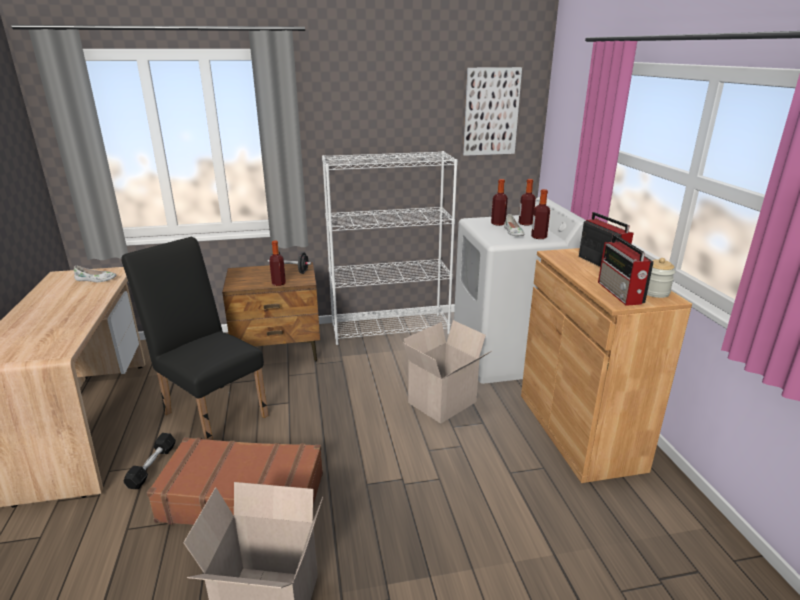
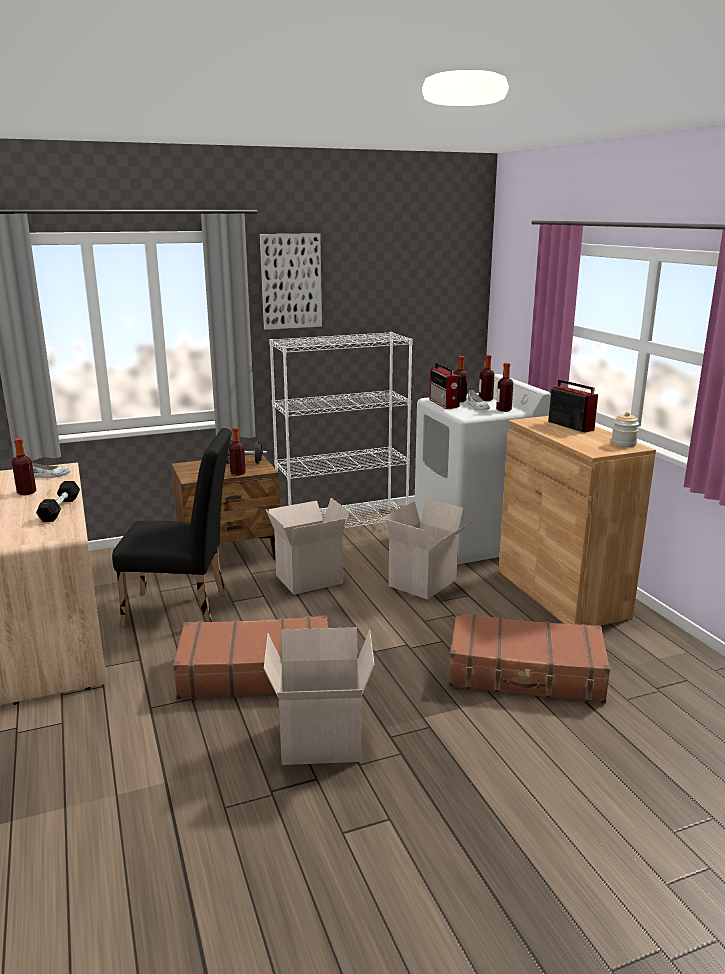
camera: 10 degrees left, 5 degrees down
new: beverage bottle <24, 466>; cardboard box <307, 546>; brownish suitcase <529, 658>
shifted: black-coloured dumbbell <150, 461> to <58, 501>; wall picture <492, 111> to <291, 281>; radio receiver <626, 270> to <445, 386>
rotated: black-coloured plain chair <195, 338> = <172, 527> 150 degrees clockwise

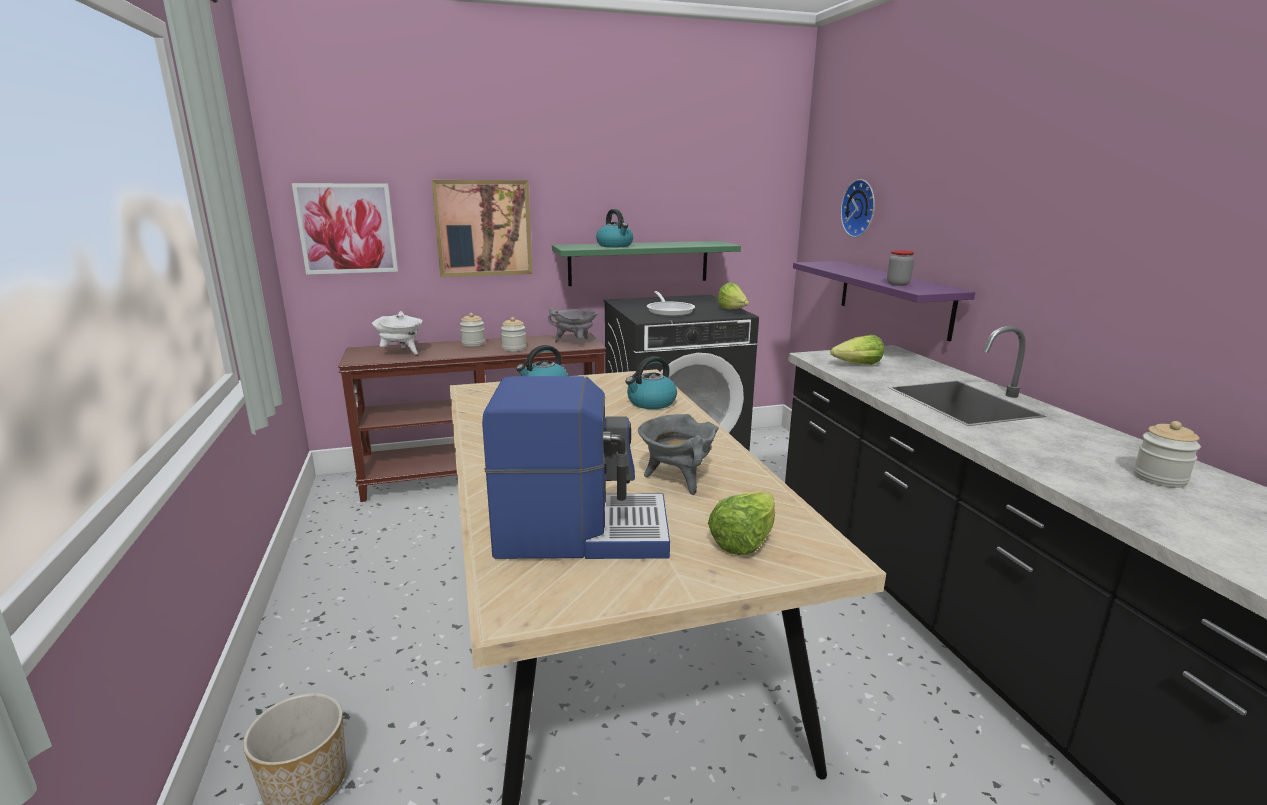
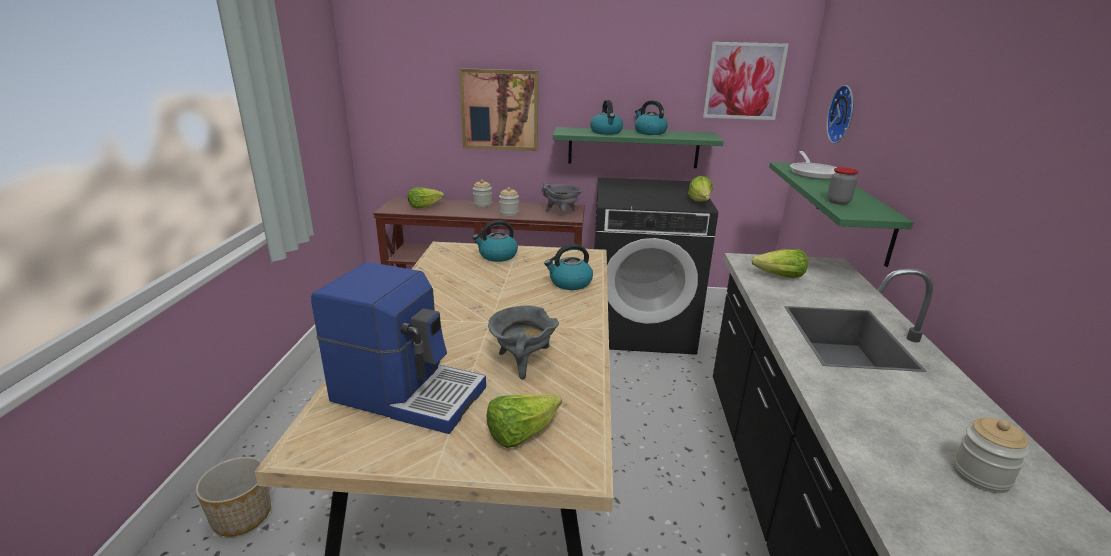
camera: 20 degrees right, 5 degrees up
new: kettle <651, 117>
shifted: wall picture <345, 229> to <746, 81>; frying pan <671, 303> to <813, 165>
swapped: whitish saucepot <397, 333> to lettuce head <426, 198>
repainted: purple shelf <884, 301> to green-coloured shelf <841, 214>

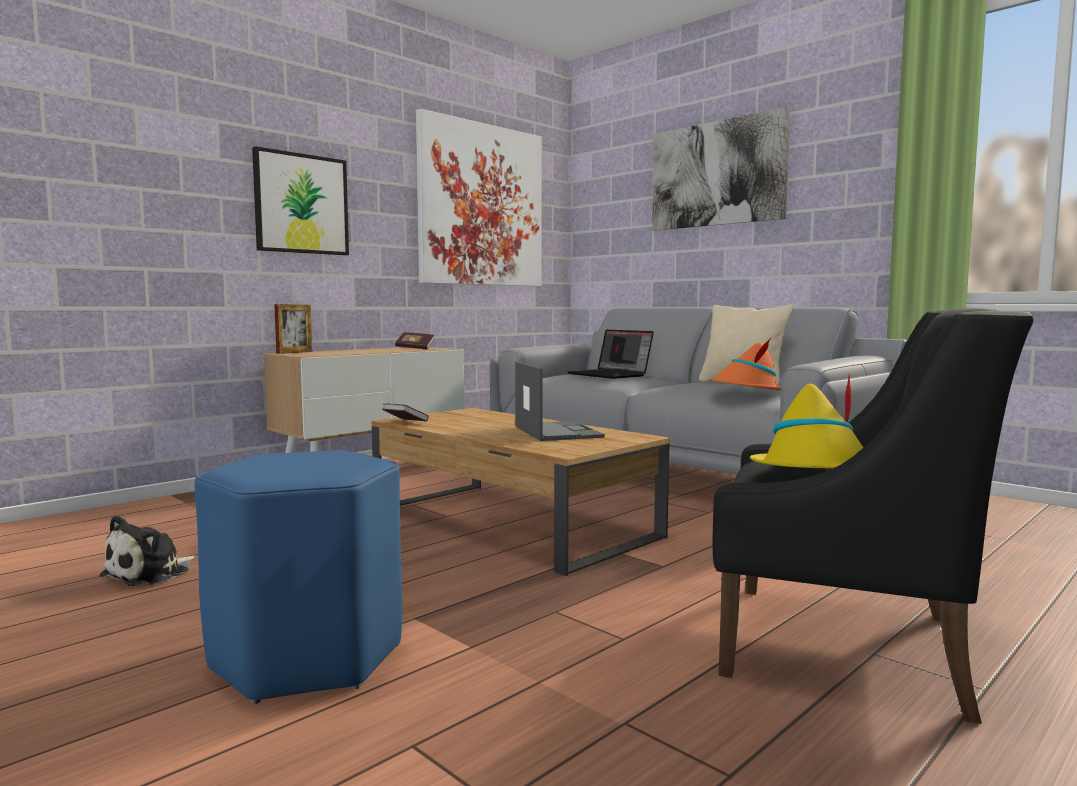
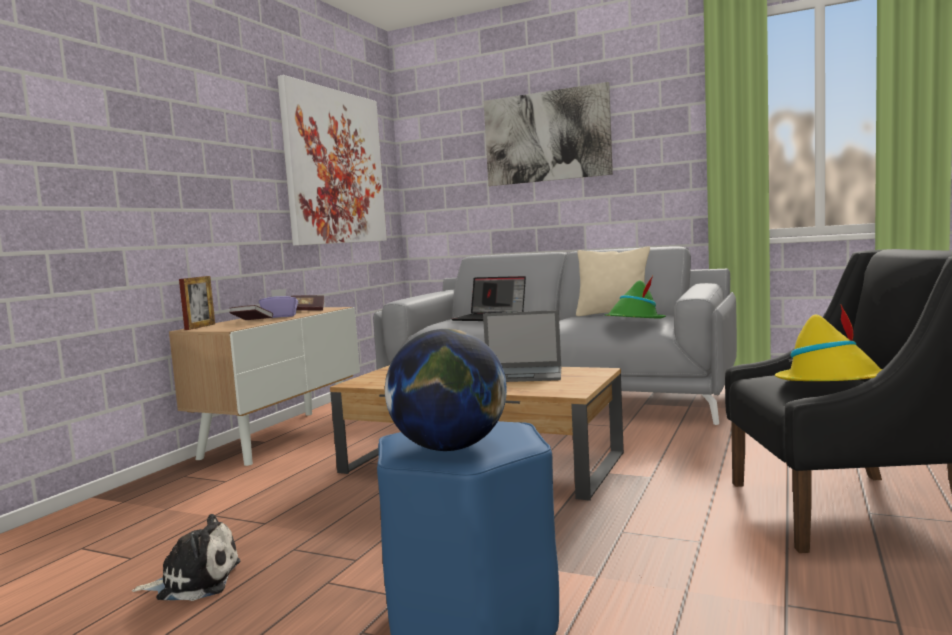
camera: 20 degrees left, 0 degrees up
gone: wall picture <300, 200>
new: purple box of tissues <278, 303>; desk globe <446, 390>
shifted: volume <405, 412> to <251, 312>
repainted: orange wearable hat <745, 364> to green-coloured wearable hat <635, 297>
rotated: plush toy <148, 550> = <186, 557> 105 degrees counterclockwise; laptop <560, 401> = <522, 346> 135 degrees clockwise

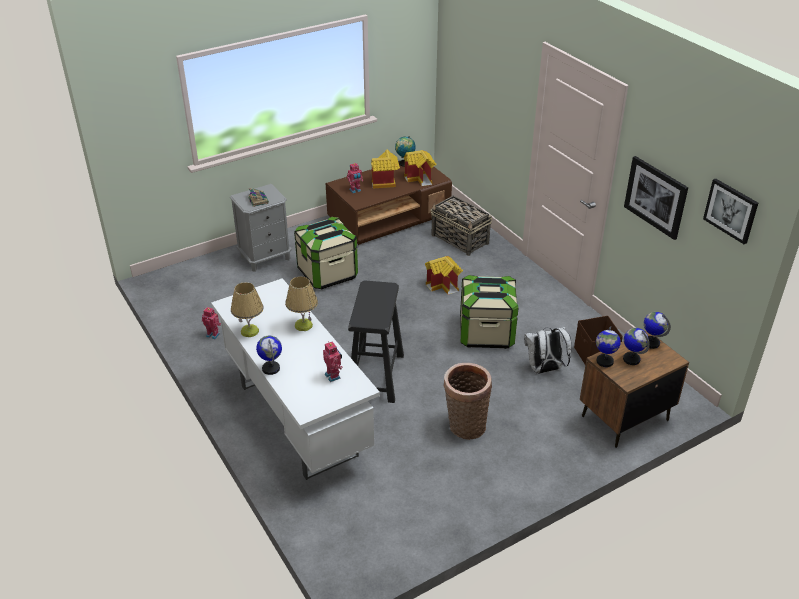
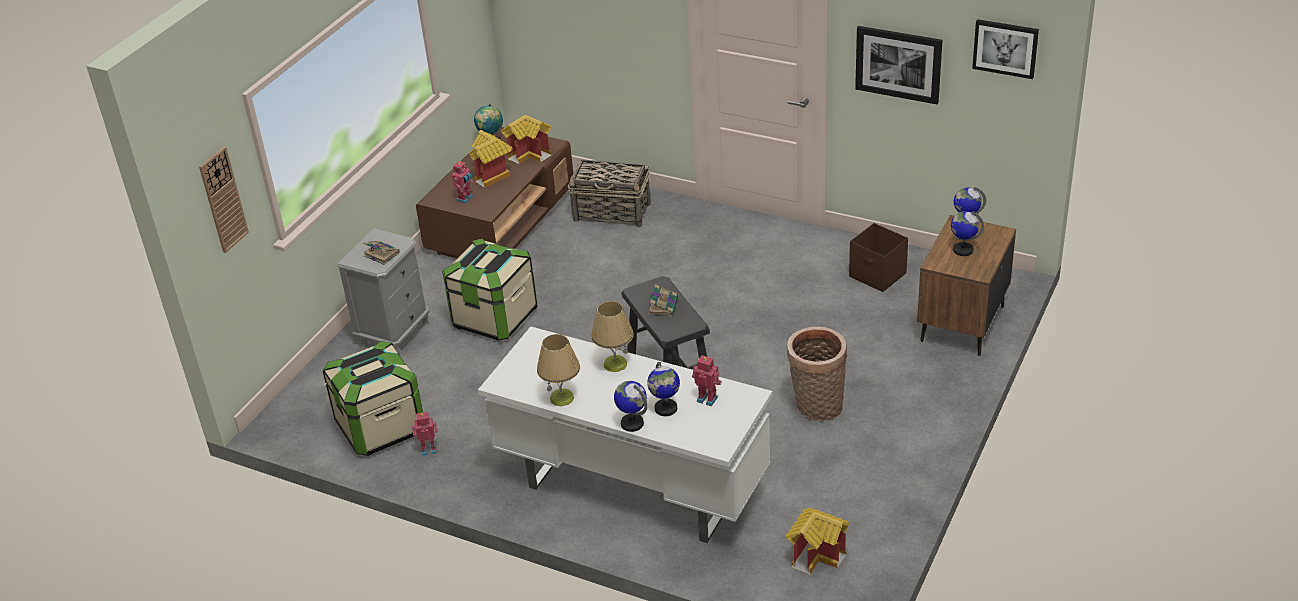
camera: 30 degrees left, 0 degrees up
gone: whitish backpack <548, 350>
new: clock on the wall <224, 200>; volume <663, 300>
shifted: model house <444, 275> to <817, 541>; storage box <489, 312> to <373, 398>; desk globe <608, 346> to <663, 389>

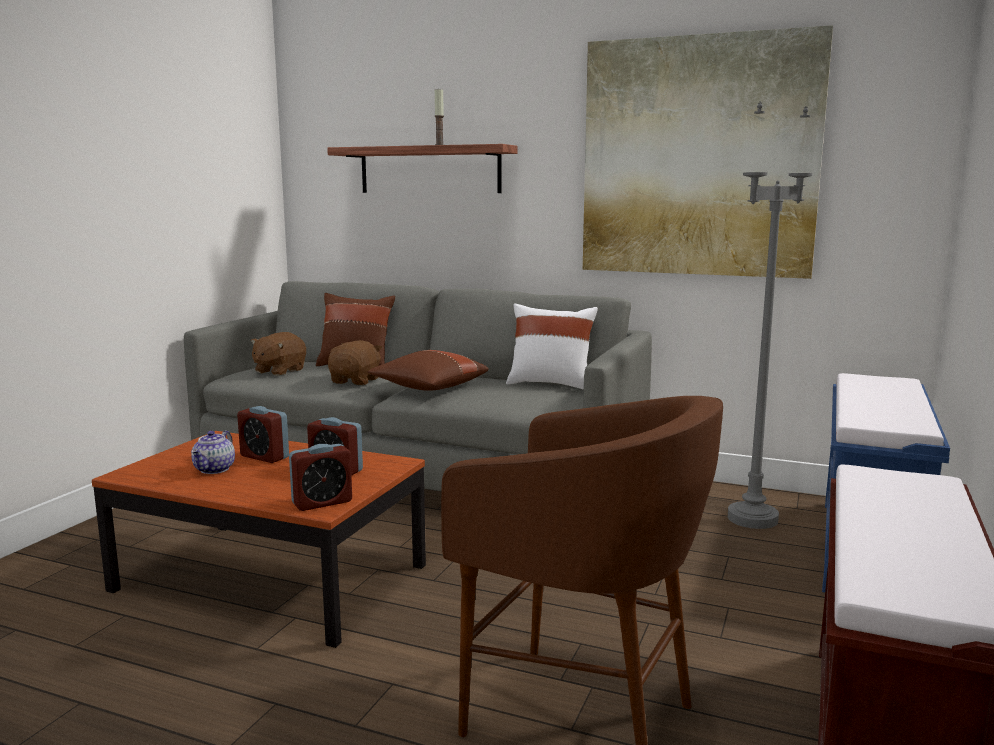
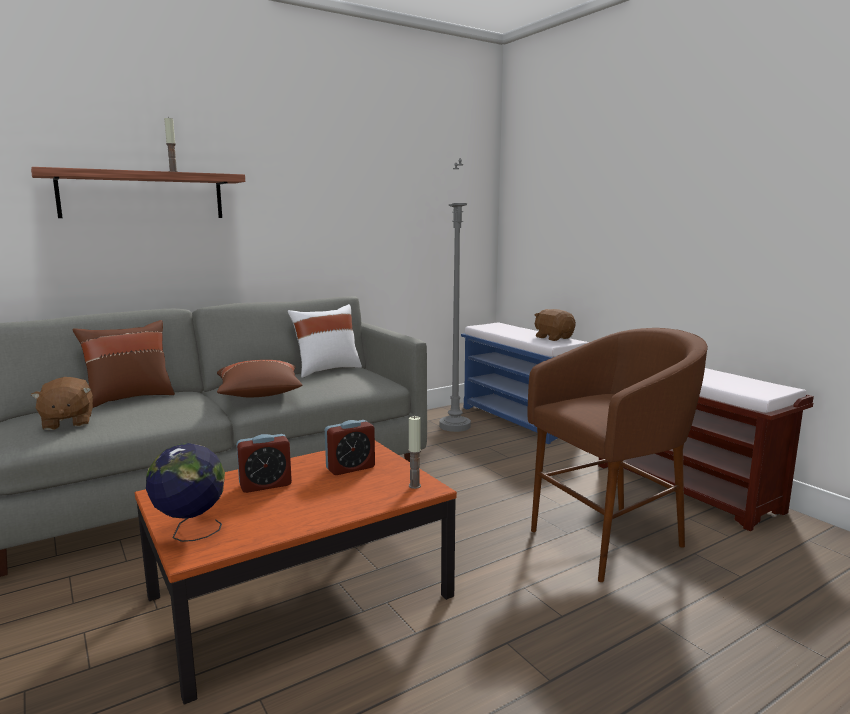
camera: 55 degrees left, 0 degrees up
gone: tea pot <213, 452>; wall picture <708, 152>
new: desk globe <185, 492>
shifted: brownish plush toy <355, 362> to <555, 325>
swapped: bedside clock <320, 477> to candle <414, 452>

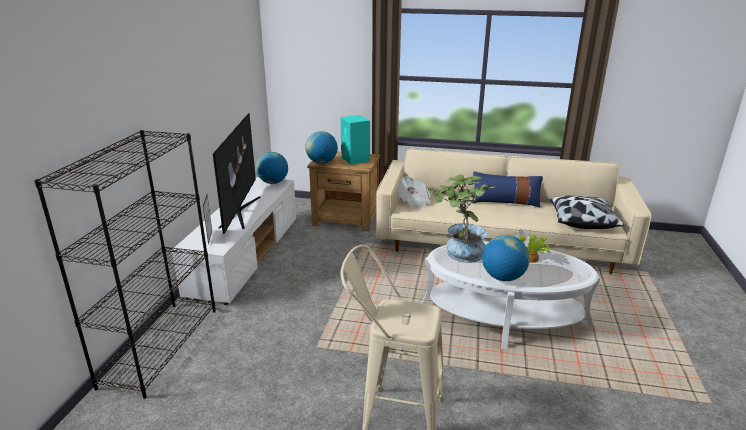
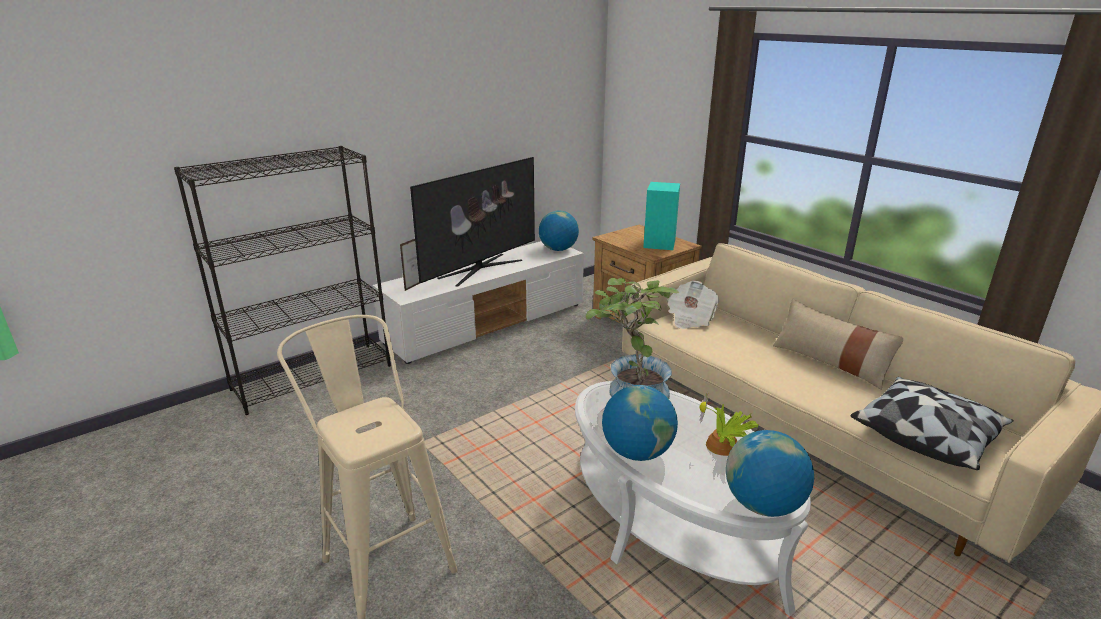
camera: 40 degrees right, 0 degrees up
shifted: desk globe <321, 147> to <770, 473>
repainted: blue pillow <507, 189> to beige pillow <838, 344>

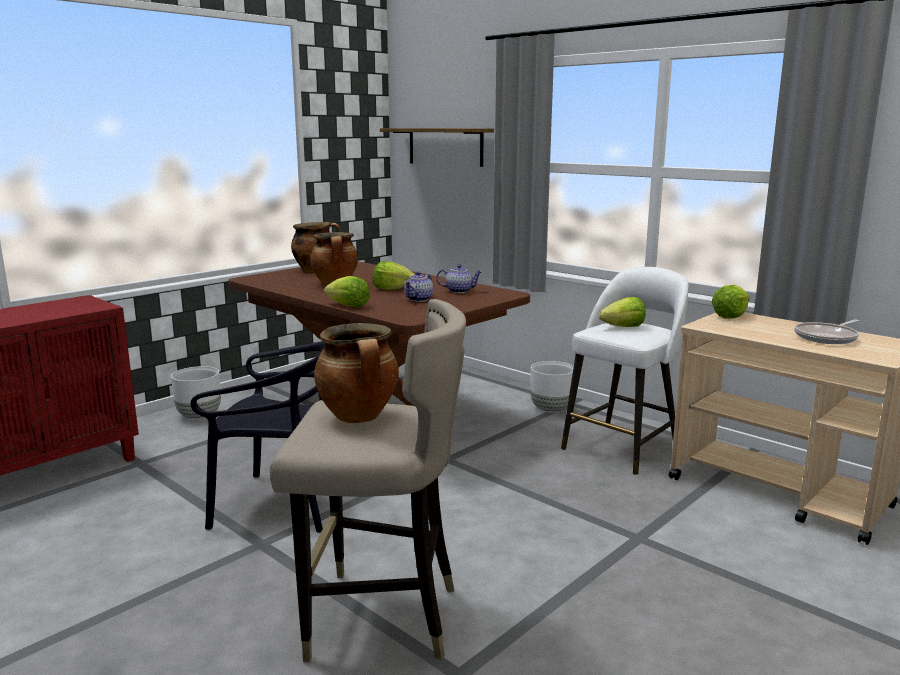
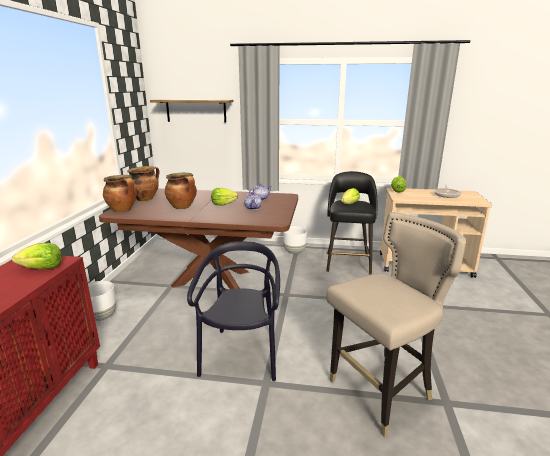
camera: 35 degrees left, 5 degrees up
shifted: saucepot <356, 373> to <120, 193>; lettuce head <347, 291> to <37, 256>
repainted: whitish stool <625, 371> to black-coloured stool <351, 223>
rotated: black-coloured plain chair <257, 437> = <233, 311> 60 degrees counterclockwise

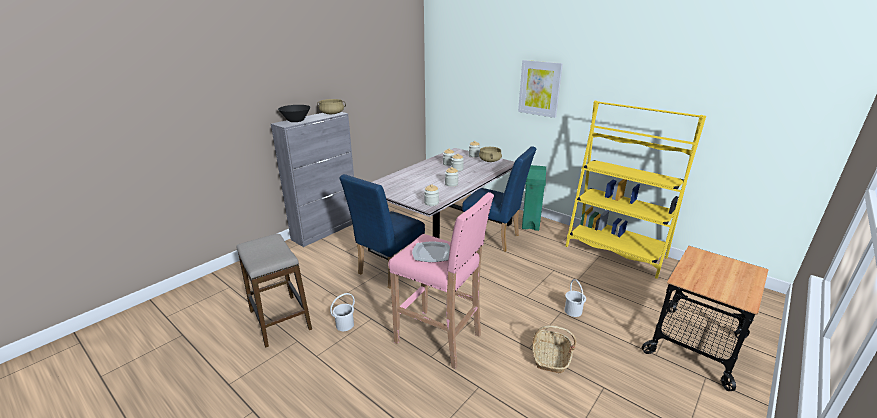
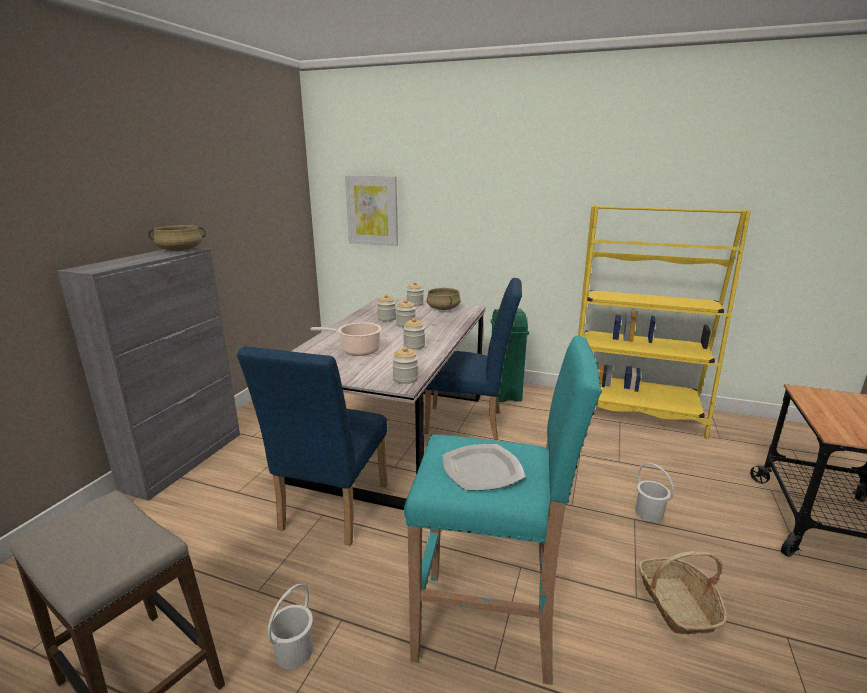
camera: 20 degrees left, 5 degrees down
gone: black-coloured deep dish <294, 113>
new: saucepot <346, 339>
shifted: wall picture <540, 89> to <371, 210>
repainted: pink-coloured stool <441, 280> to blue-green stool <503, 510>

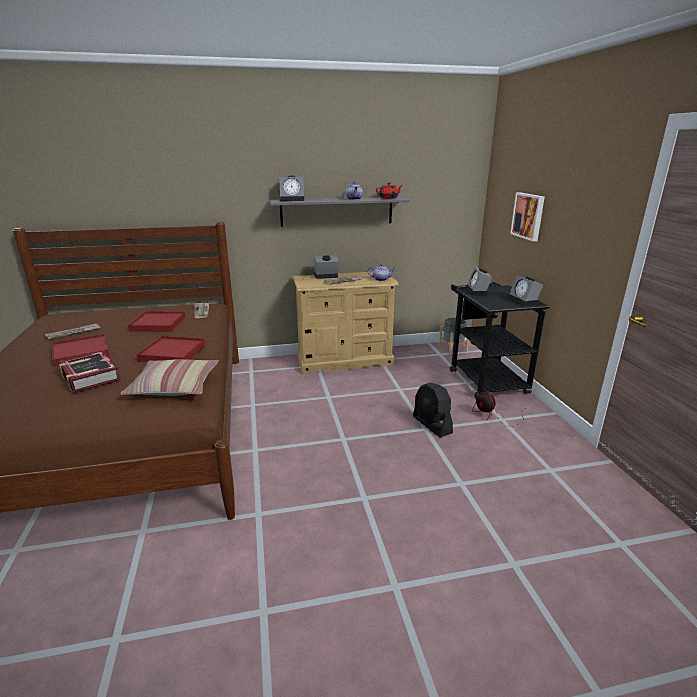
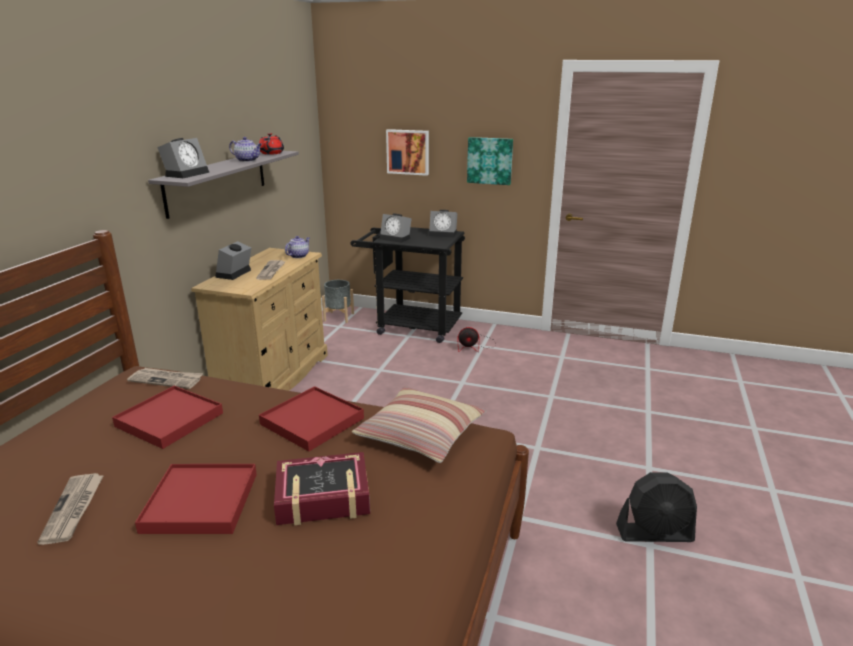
camera: 60 degrees left, 0 degrees up
new: wall picture <490, 161>
shifted: black-coloured electric fan <433, 410> to <656, 507>

